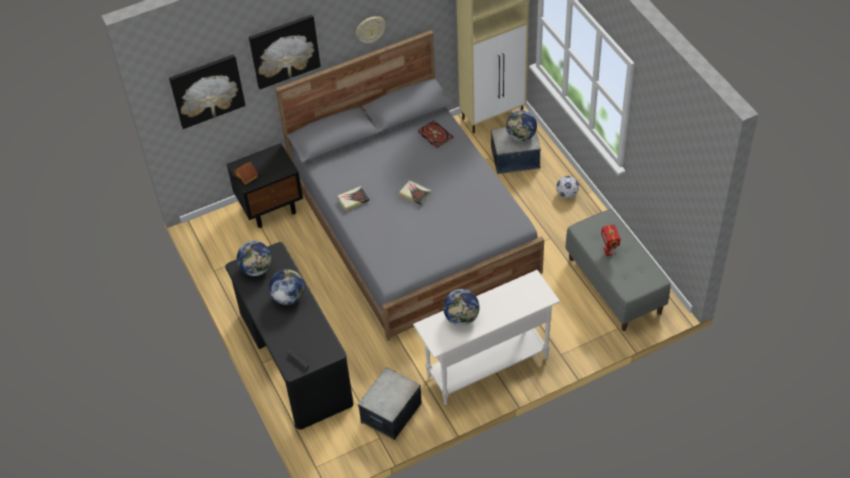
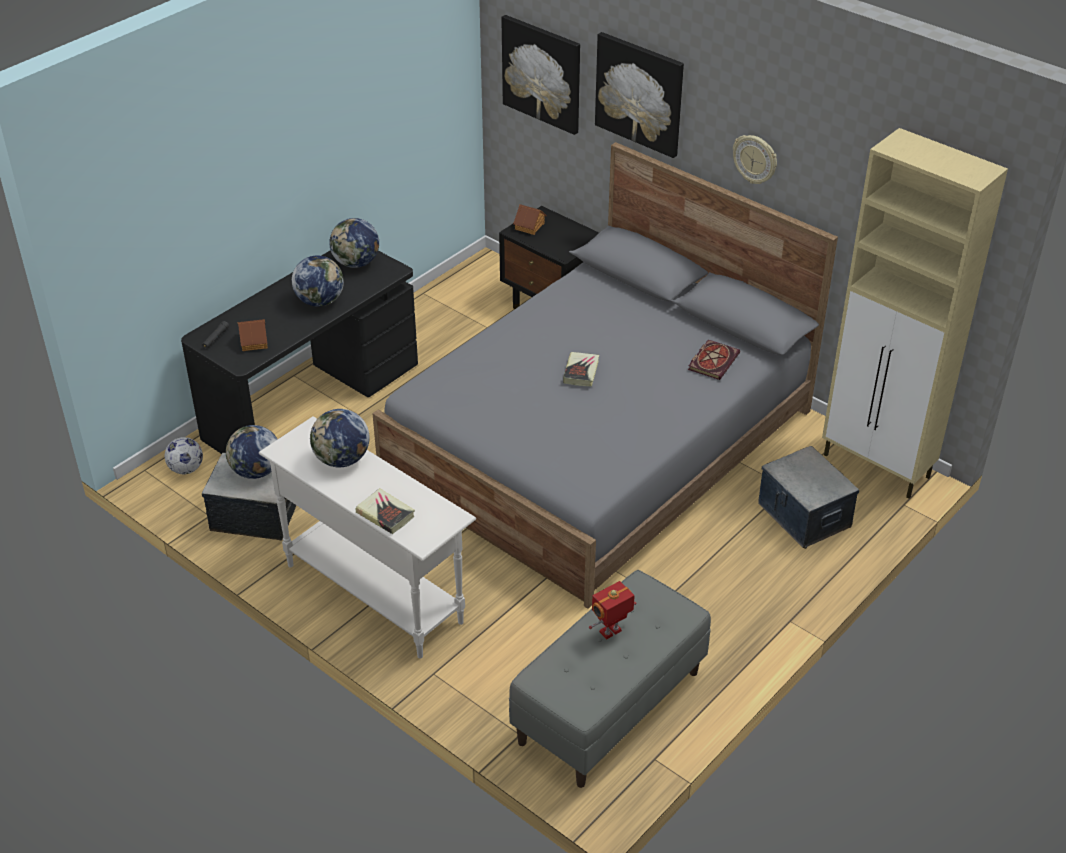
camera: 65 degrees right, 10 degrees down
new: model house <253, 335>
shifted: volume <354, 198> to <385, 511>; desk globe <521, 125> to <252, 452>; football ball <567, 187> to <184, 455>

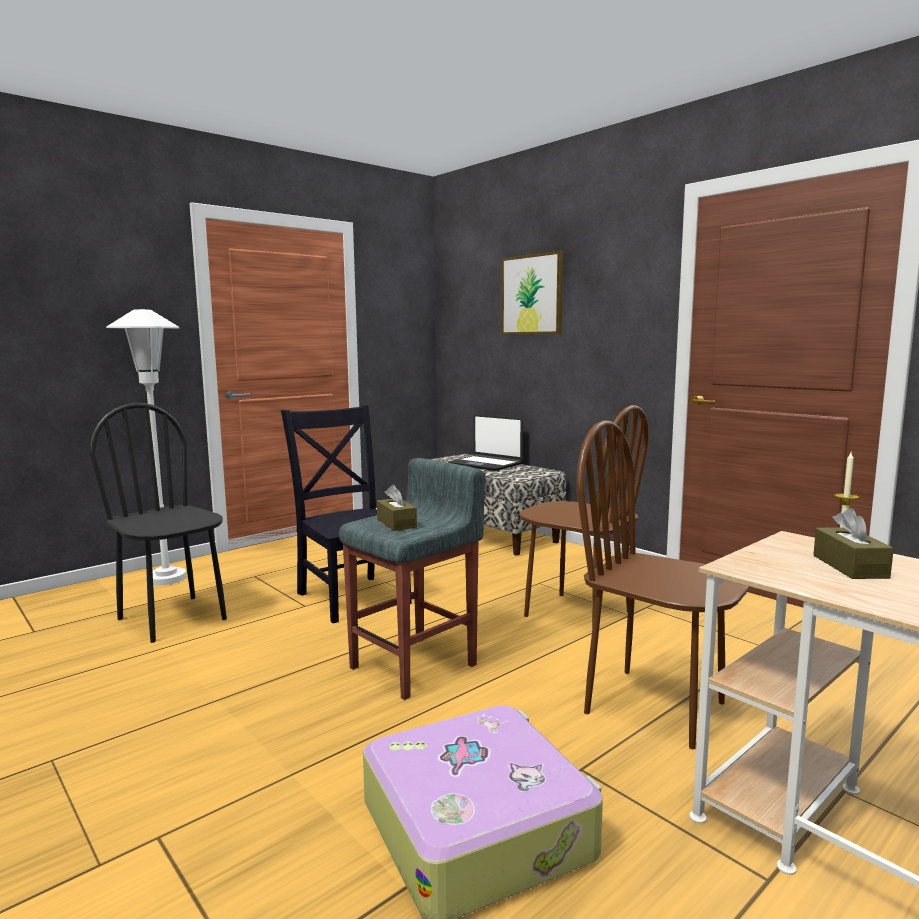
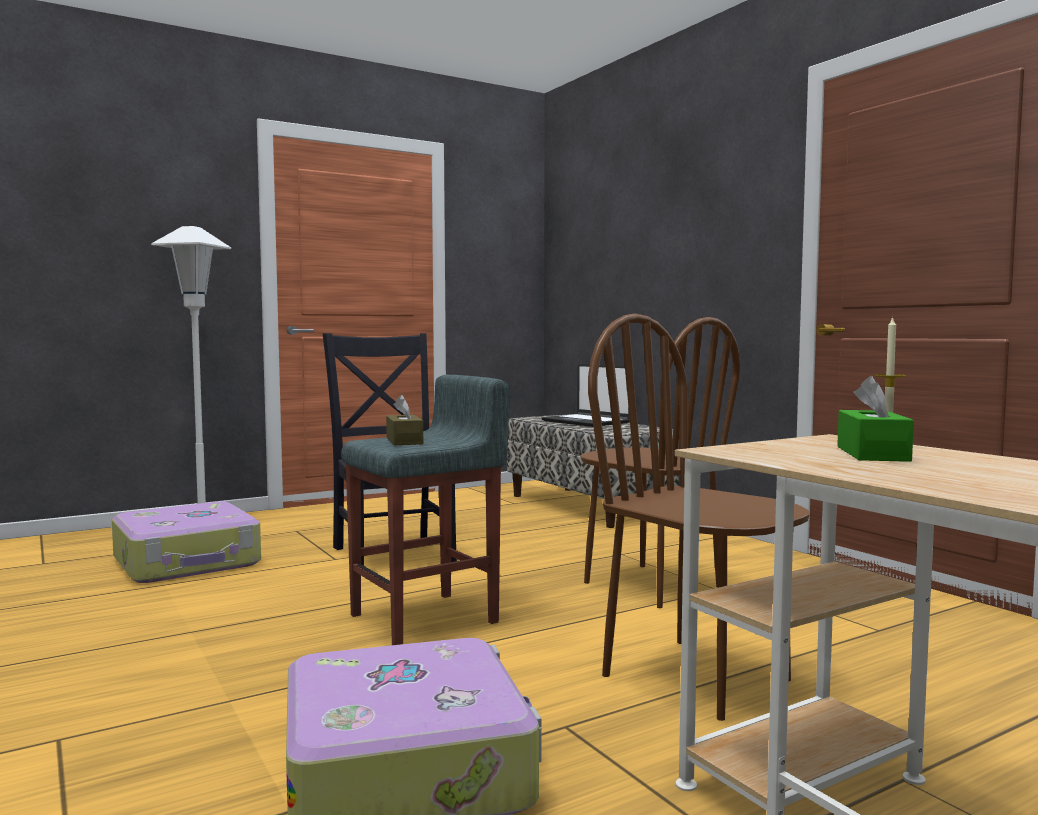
camera: 10 degrees right, 5 degrees down
gone: wall picture <532, 293>
swapped: black-coloured plain chair <158, 523> to suitcase <186, 542>
repainted: brownish box of tissues <853, 543> to green-coloured box of tissues <875, 419>

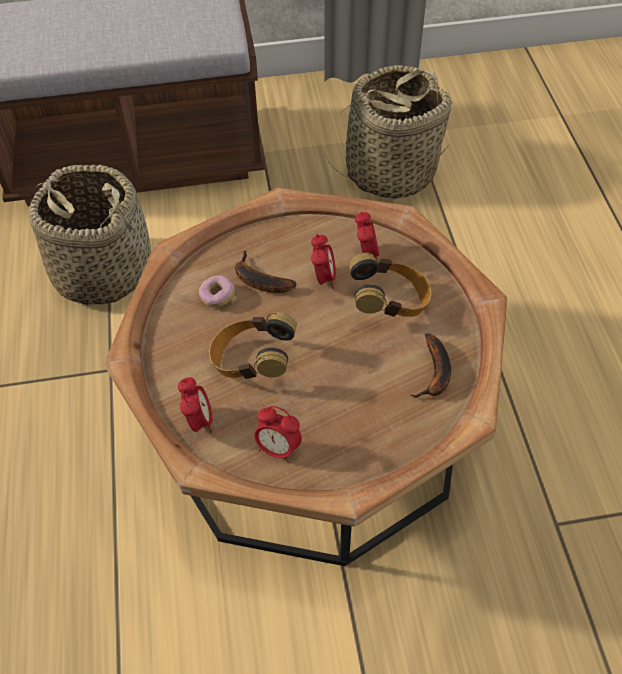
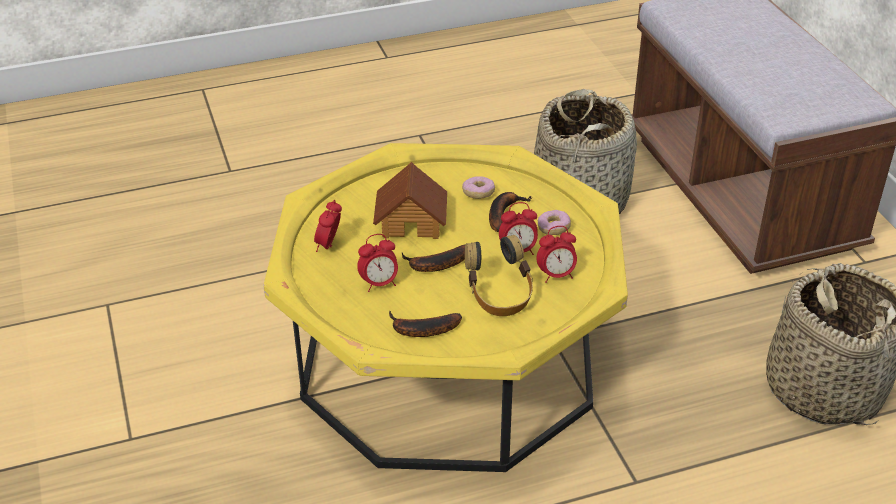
camera: 80 degrees right, 15 degrees down
new: banana <434, 258>; doughnut <554, 222>
shifted: bedside clock <195, 404> to <377, 263>
swapped: headset <253, 345> to model house <410, 200>
repainted: brownish lounge table <306, 377> to yellow lounge table <445, 307>

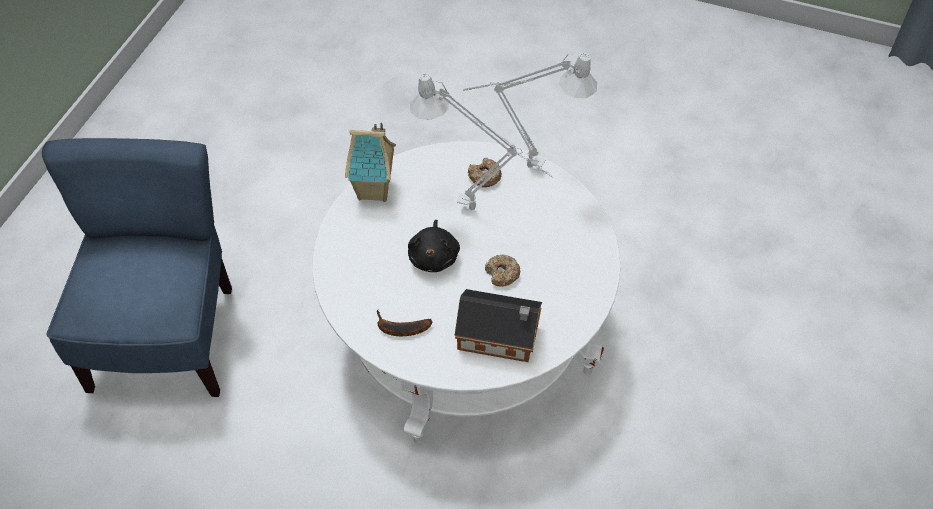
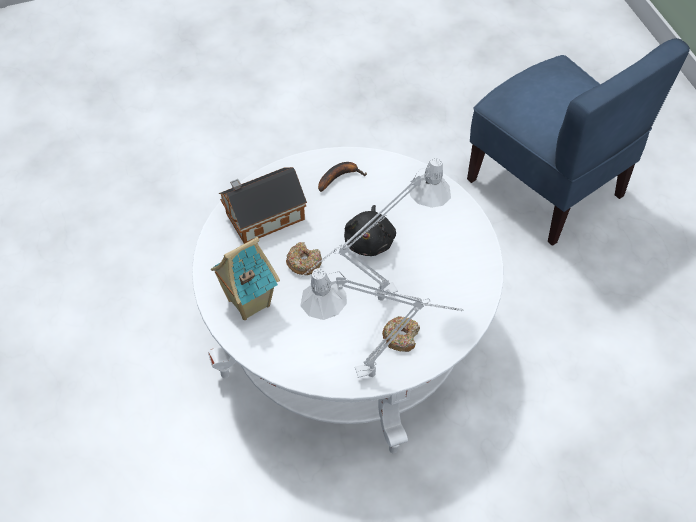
camera: 140 degrees right, 0 degrees up
shifted: model house <370, 162> to <245, 278>
rotated: black-coloured plush toy <434, 246> = <370, 230> 135 degrees counterclockwise

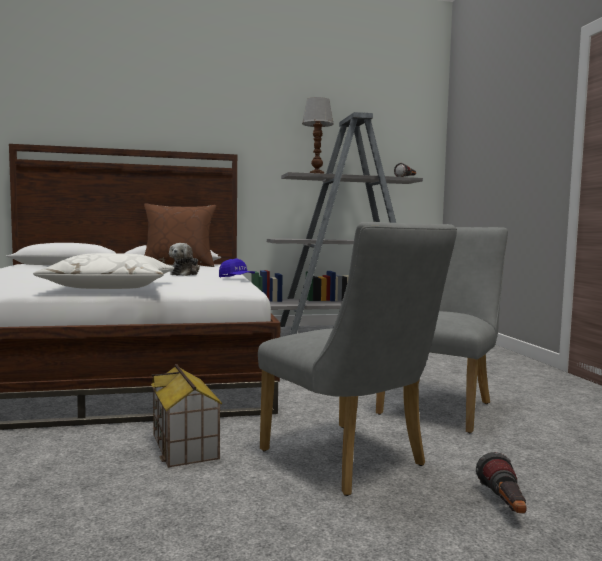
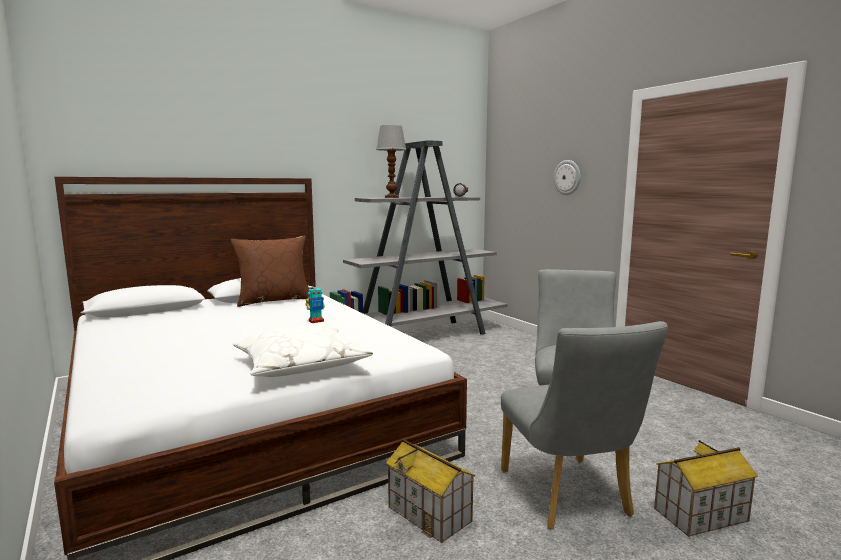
camera: 20 degrees left, 5 degrees up
gone: blue cap <237, 268>
new: clock on the wall <567, 177>
swapped: plush toy <184, 259> to model robot <315, 303>; torch <501, 482> to model house <706, 488>
rotated: greyish plain chair <357, 359> = <584, 425> 45 degrees clockwise

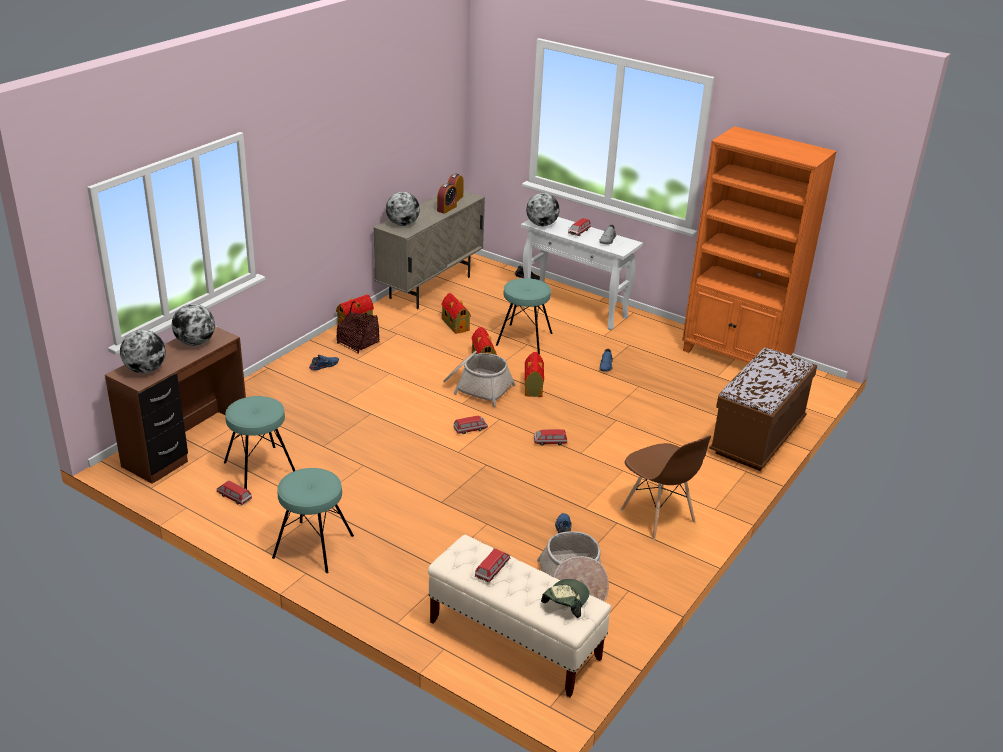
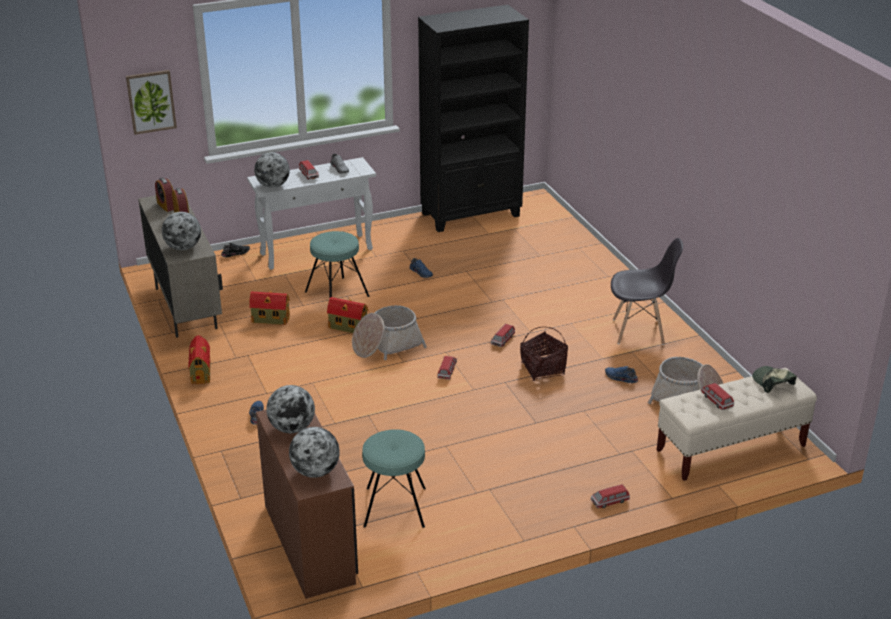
camera: 55 degrees left, 0 degrees up
gone: blue-green stool <313, 520>; model house <534, 374>; brownish indoor bench <763, 409>
new: wall picture <151, 102>
shifted: miniature car <234, 492> to <610, 496>; basket <358, 328> to <544, 354>
repainted: brownish plain chair <665, 487> to greyish plain chair <647, 291>; orange bookcase <759, 244> to black-coloured bookcase <473, 118>

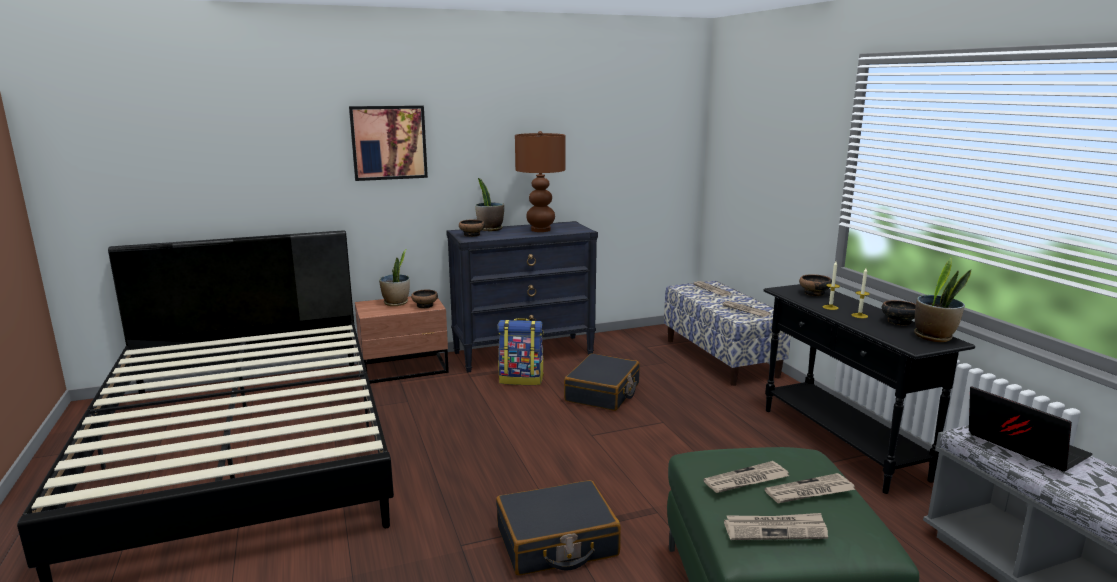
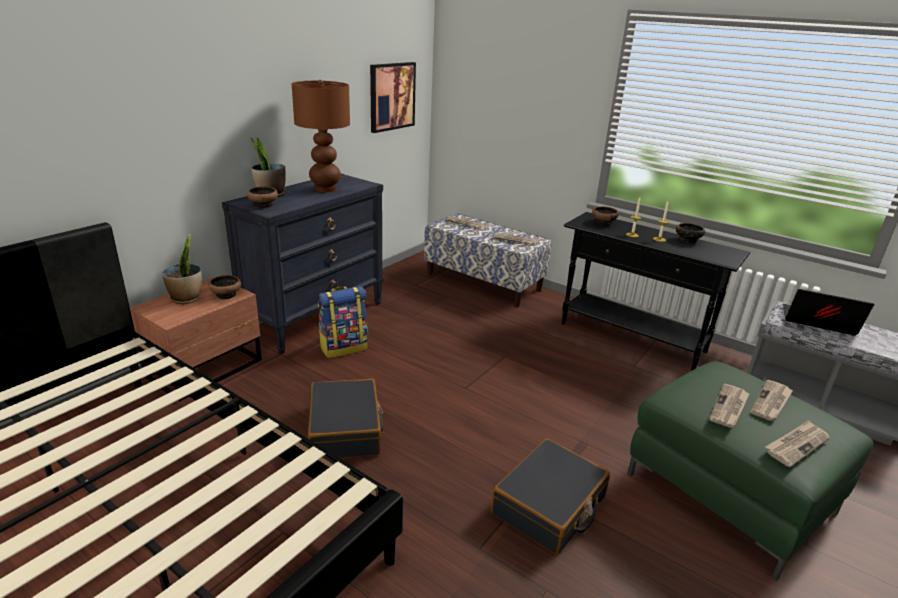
camera: 35 degrees left, 10 degrees up
gone: plant in a pot <942, 300>
shifted: wall picture <388, 143> to <393, 97>; black-coloured suitcase <602, 382> to <345, 418>

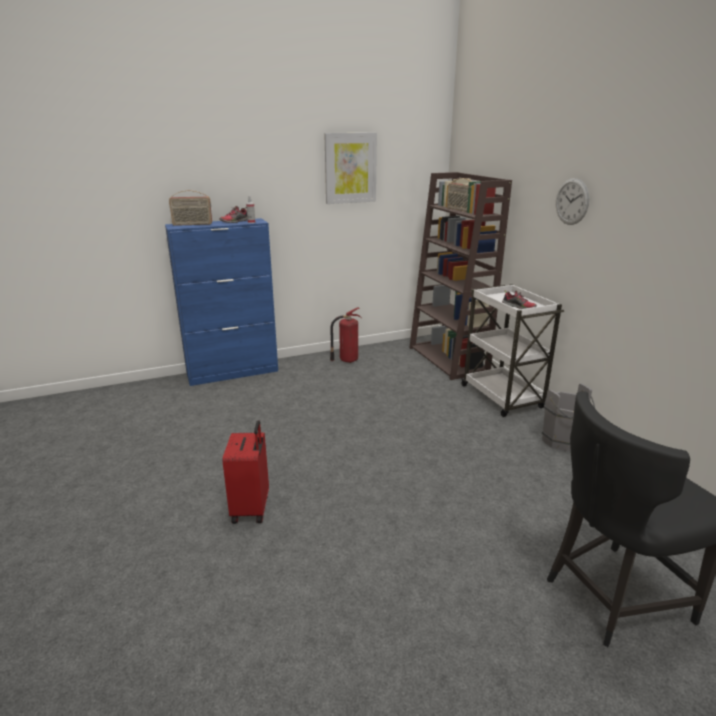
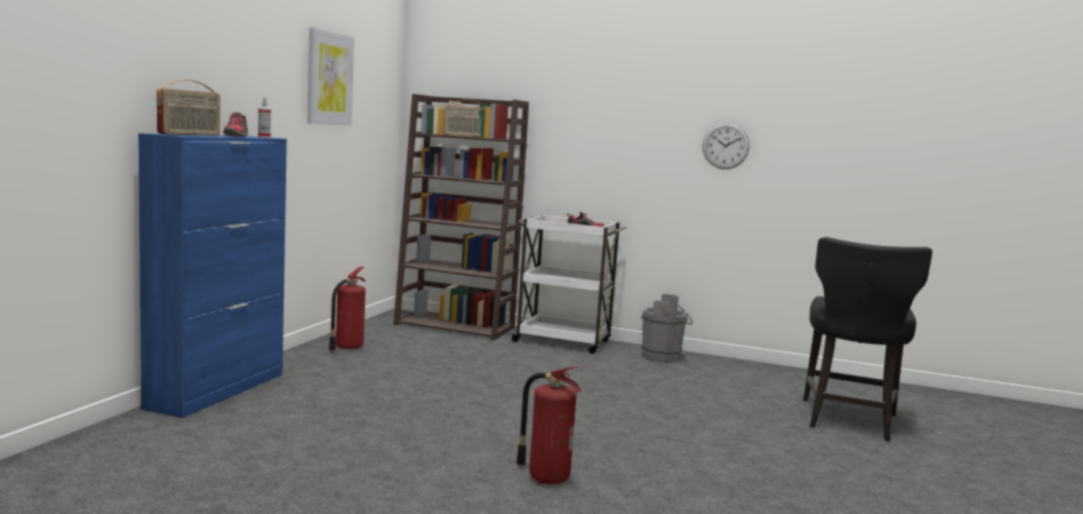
camera: 50 degrees left, 15 degrees down
shifted: clock on the wall <572, 201> to <726, 146>
swapped: reddish suitcase <245, 472> to extinguisher <548, 425>

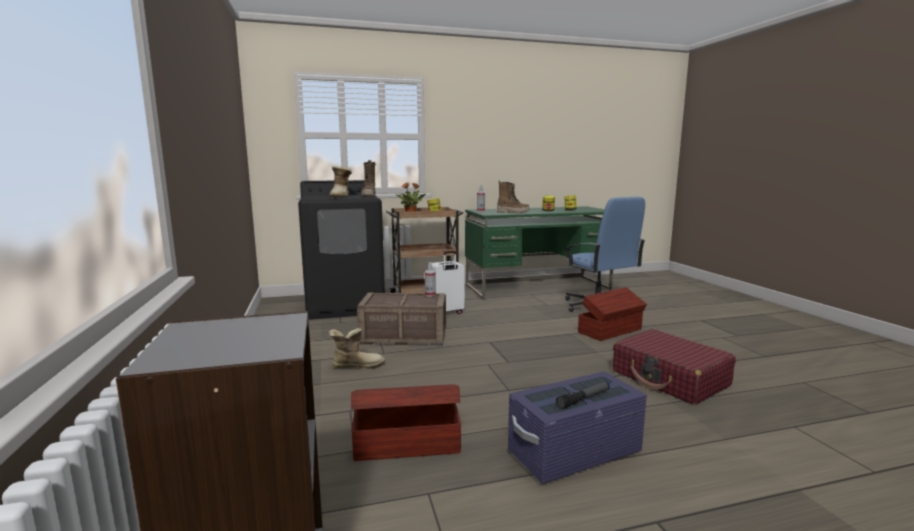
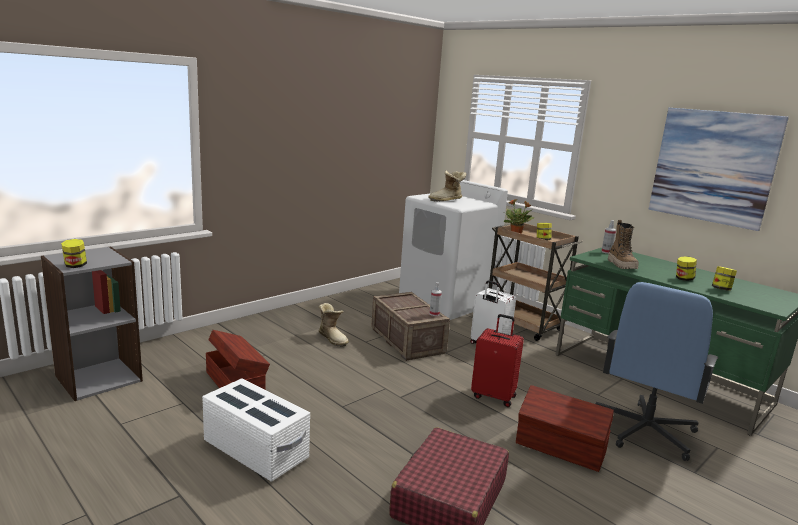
camera: 60 degrees right, 5 degrees up
gone: boot <368, 178>; torch <583, 395>
new: preserve jar <74, 253>; reddish suitcase <497, 360>; wall picture <719, 169>
repainted: black-coloured laundry machine <341, 250> to whitish laundry machine <453, 250>; purple storage box <577, 427> to whitish storage box <256, 430>

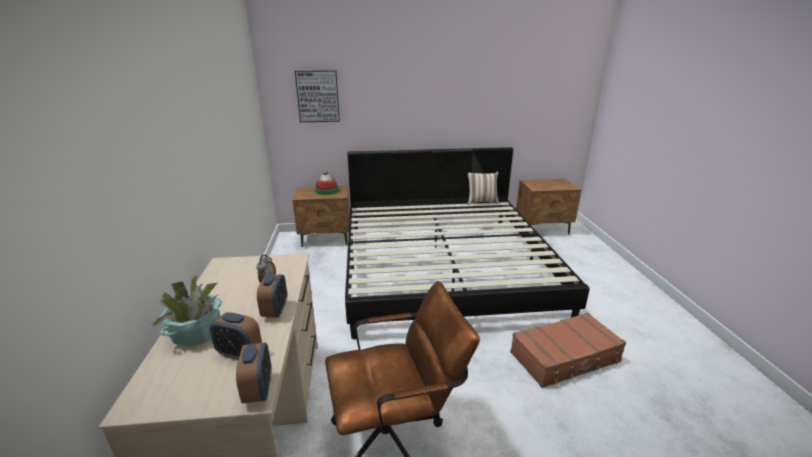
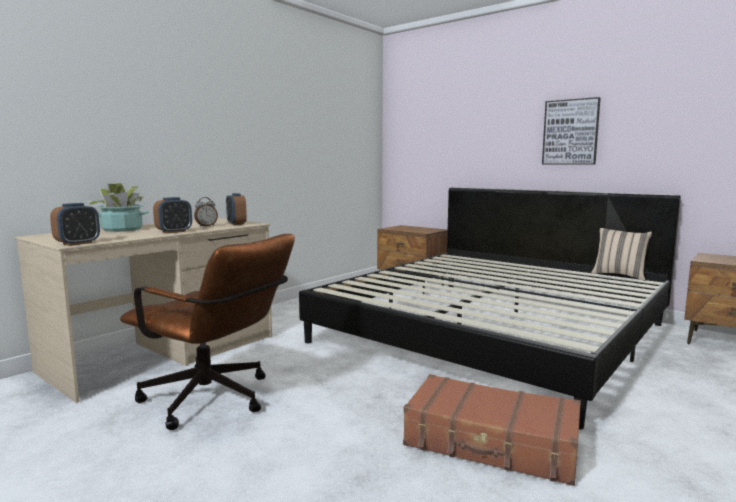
camera: 45 degrees right, 15 degrees down
gone: wearable hat <327, 183>
shifted: bedside clock <236, 336> to <236, 209>; wall picture <317, 96> to <571, 131>

